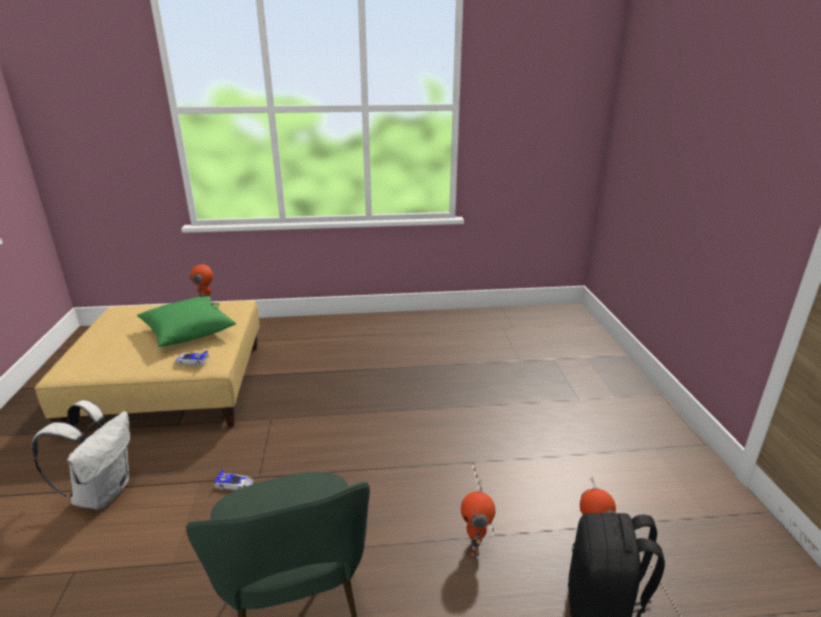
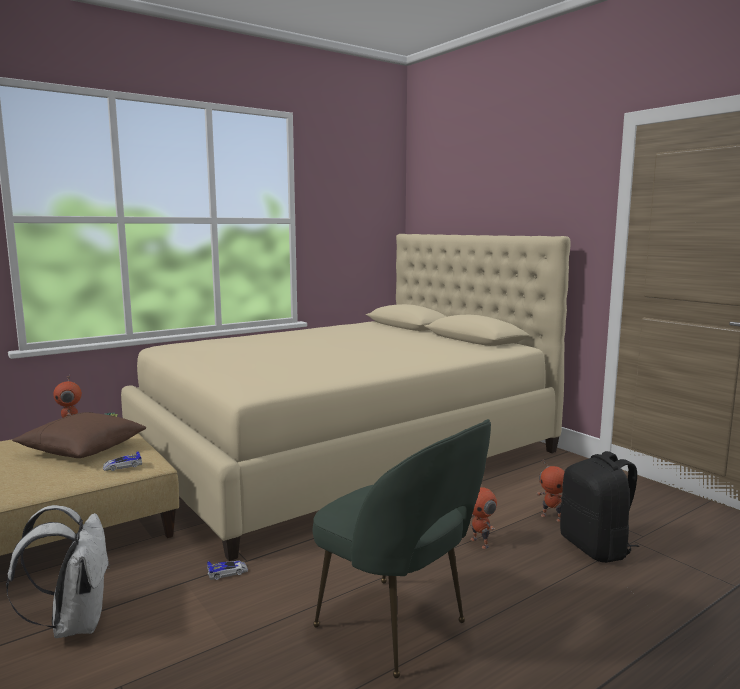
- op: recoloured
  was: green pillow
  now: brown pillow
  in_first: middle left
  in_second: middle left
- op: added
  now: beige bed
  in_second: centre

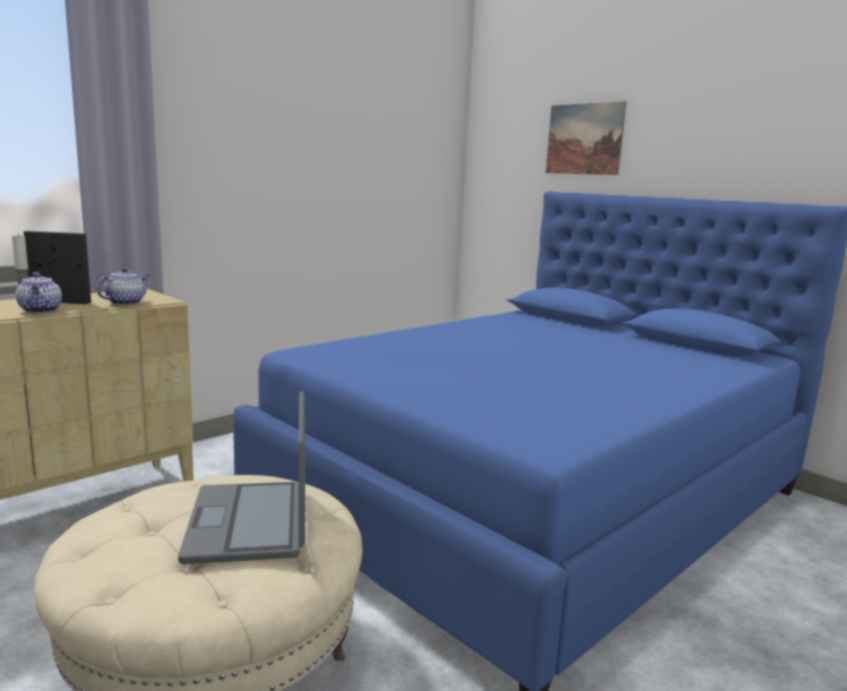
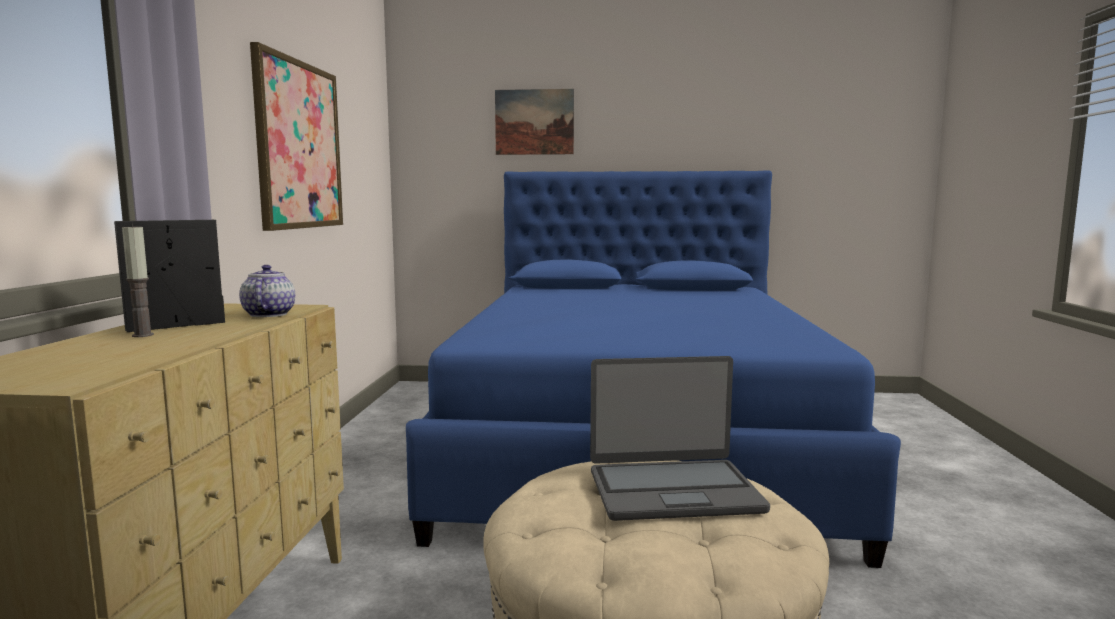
- op: added
  now: picture (1st from left)
  in_second: top left
- op: turned
  was: laptop
  in_first: bottom left
  in_second: bottom centre
  clockwise: -45
- op: removed
  was: teapot (1st from left)
  in_first: middle left

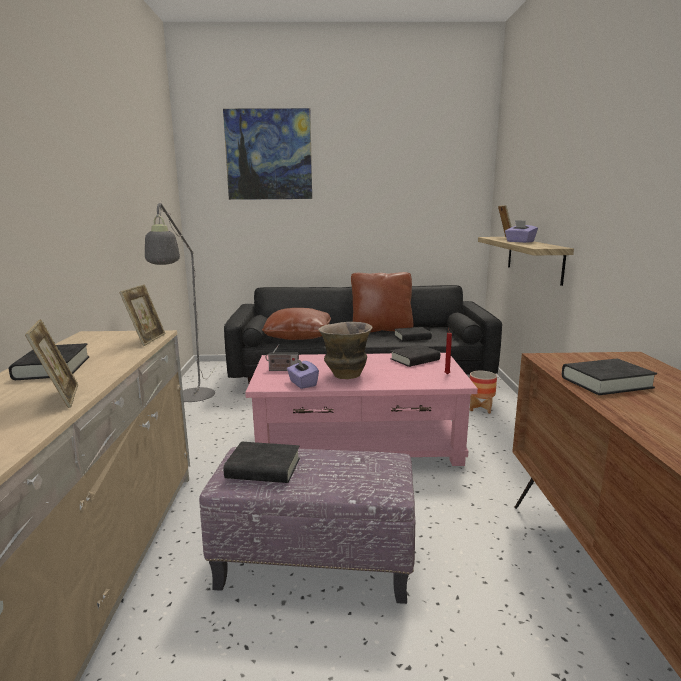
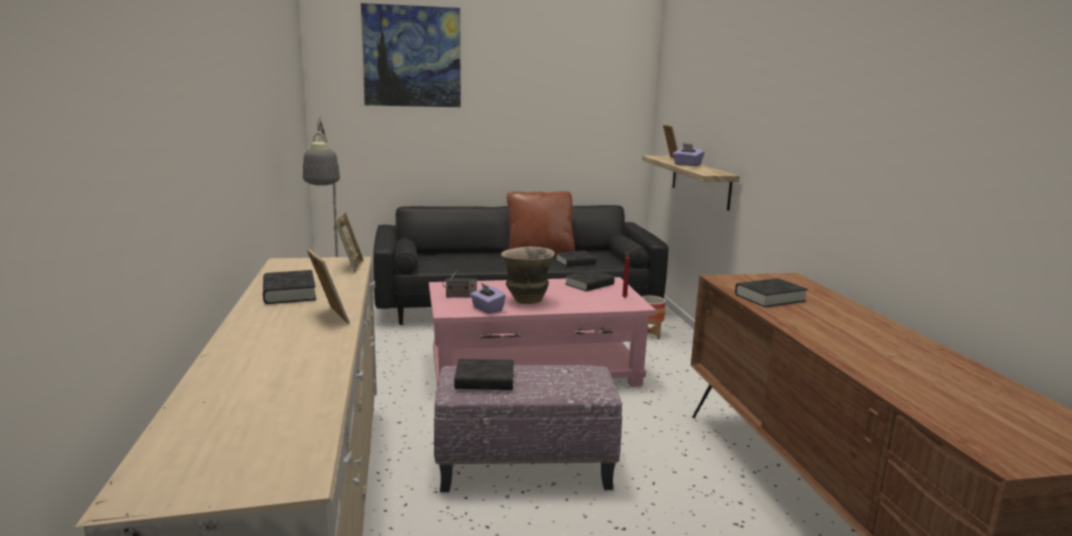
- op: removed
  was: brown pillow (1st from left)
  in_first: centre

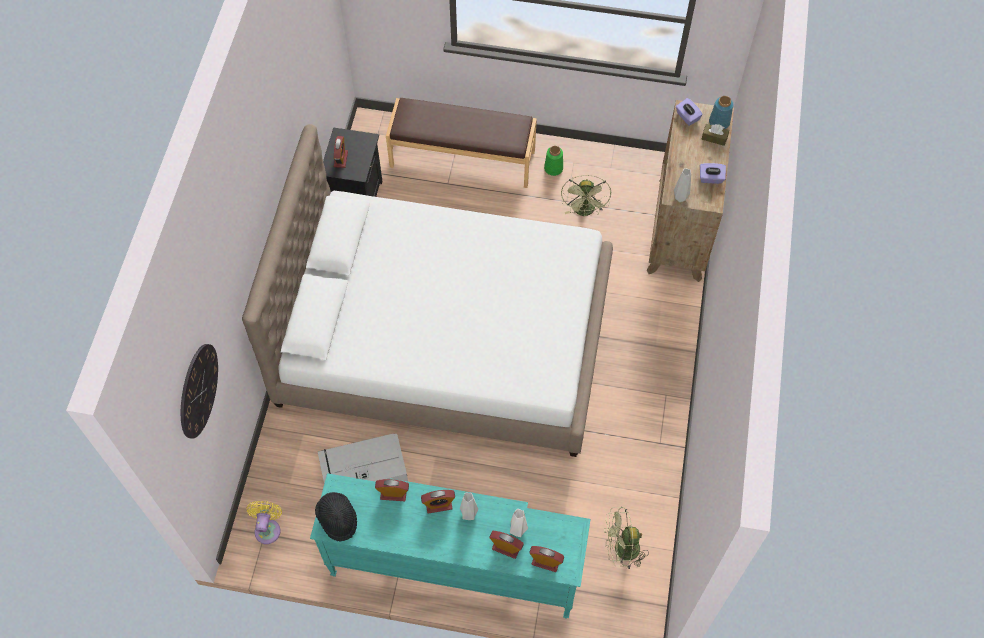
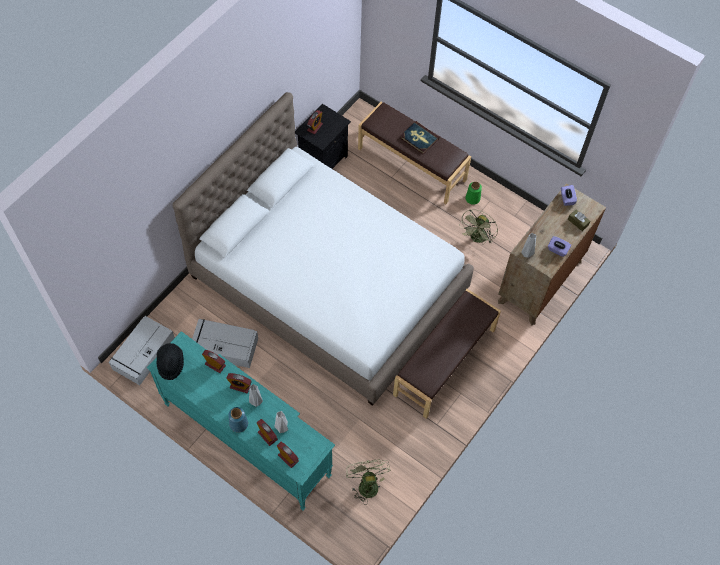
- op: replaced
  was: yellow fan
  now: grey storage box (1st from left)
  in_first: bottom left
  in_second: middle left
- op: moved
  was: blue vase
  in_first: top right
  in_second: bottom left
- op: turned
  was: green fan (2nd from left in the first image)
  in_first: bottom centre
  in_second: bottom centre
  clockwise: 60
- op: added
  now: brown bench (2nd from left)
  in_second: centre
- op: added
  now: book
  in_second: top centre
- op: removed
  was: wall clock
  in_first: middle left

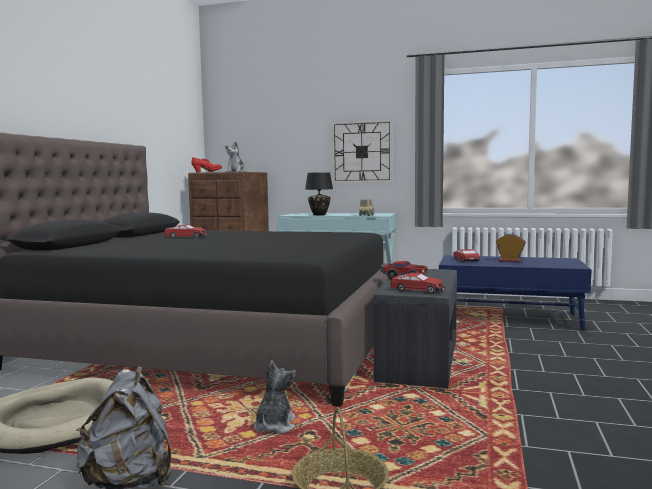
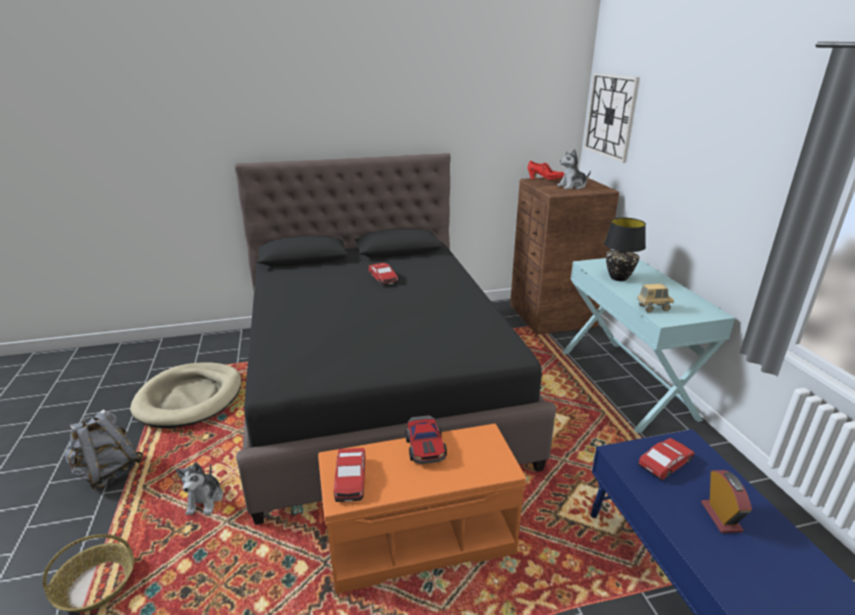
- op: turned
  was: plush toy (2nd from left in the first image)
  in_first: bottom centre
  in_second: bottom left
  clockwise: 105
- op: recoloured
  was: grey bench
  now: orange bench
  in_first: bottom centre
  in_second: bottom centre
- op: moved
  was: wall clock
  in_first: top centre
  in_second: top right

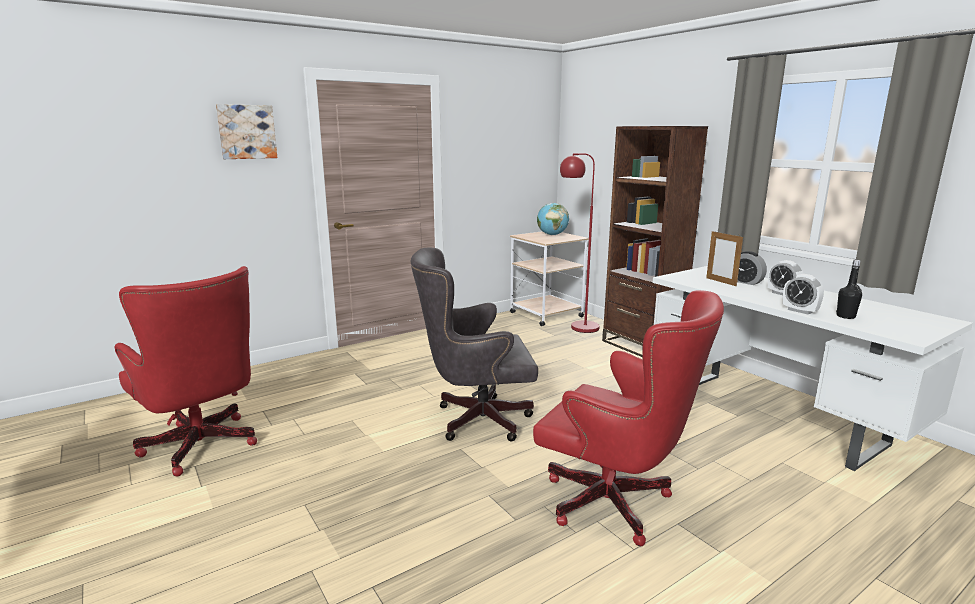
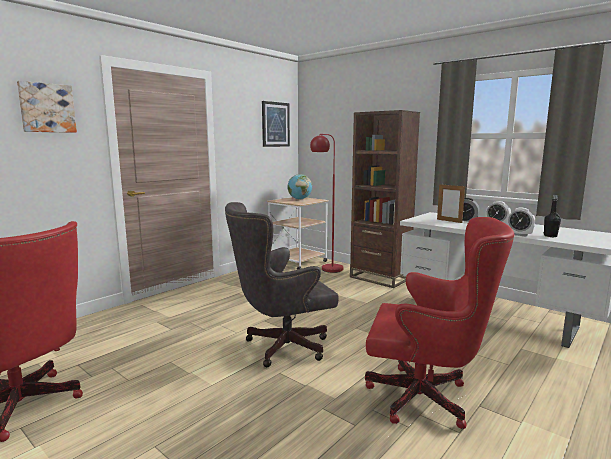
- op: added
  now: picture (2nd from left)
  in_second: top centre

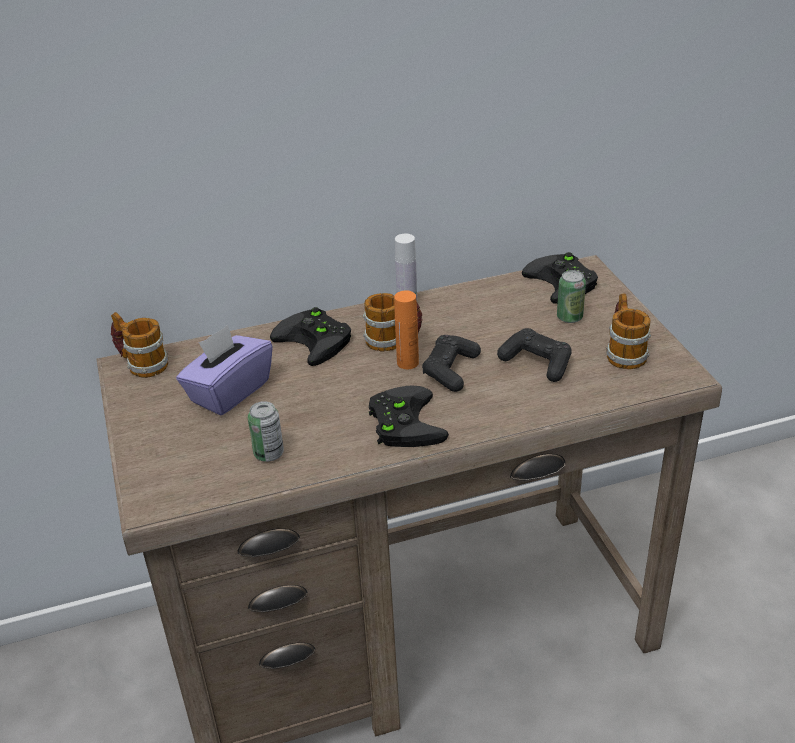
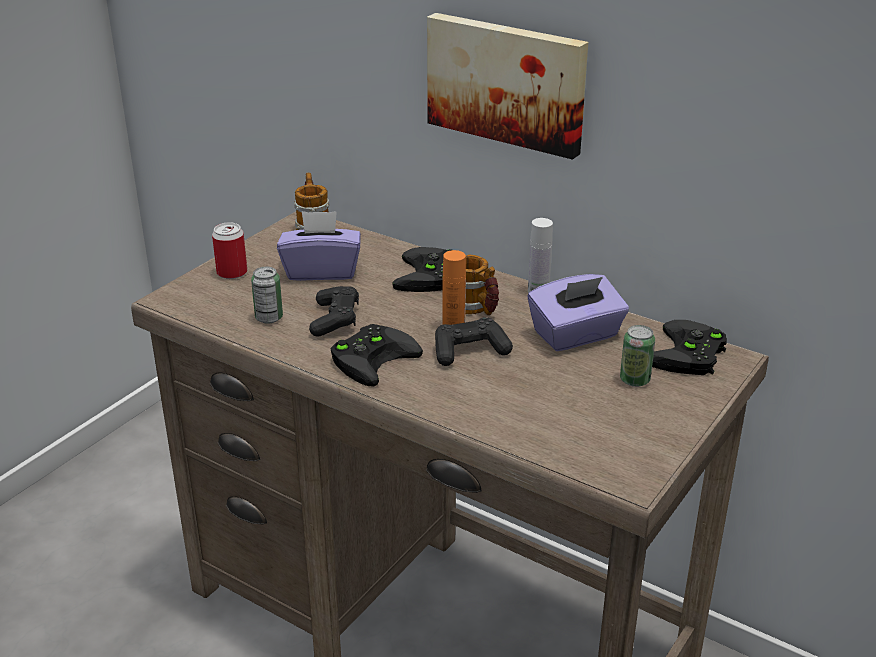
- op: added
  now: can (1st from left)
  in_second: middle left
- op: moved
  was: black game controller (4th from left in the first image)
  now: black game controller (1st from left)
  in_first: middle right
  in_second: centre
- op: added
  now: picture
  in_second: top centre
- op: added
  now: purple tissue box (2nd from left)
  in_second: centre
- op: removed
  was: mug (3rd from left)
  in_first: middle right

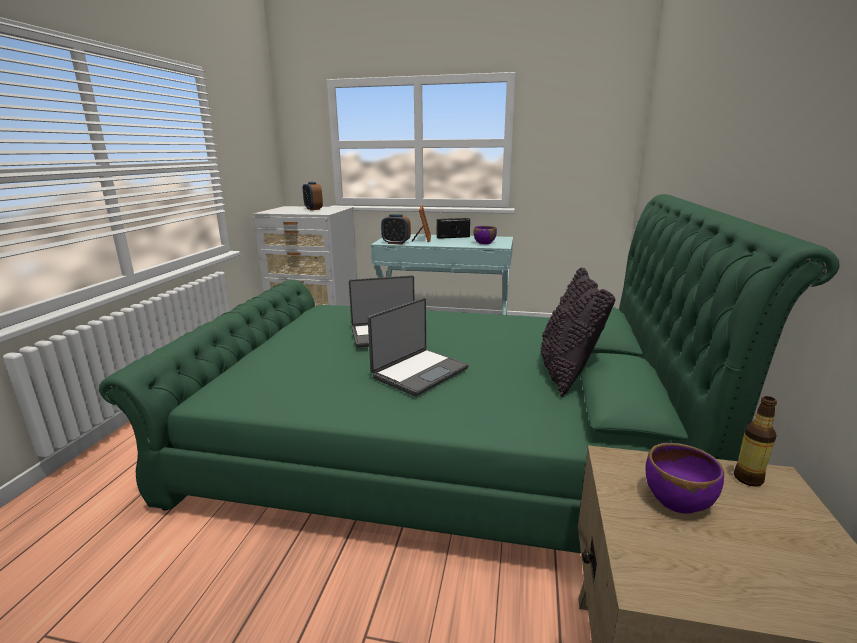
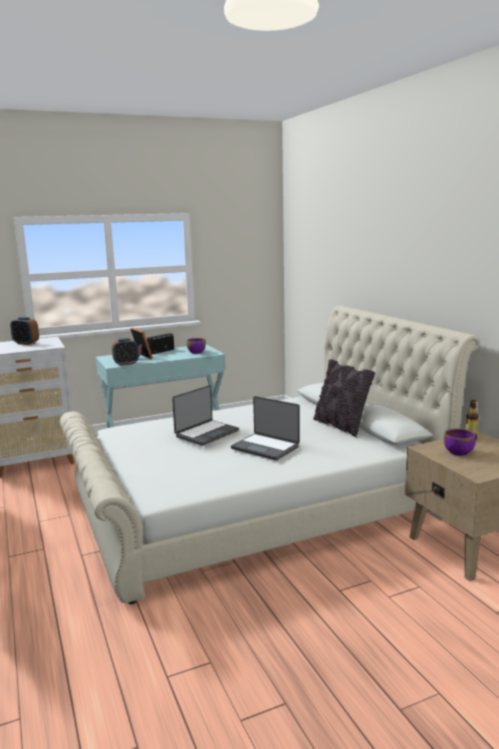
- op: recoloured
  was: green bed
  now: beige bed
  in_first: centre
  in_second: centre
- op: turned
  was: laptop (2nd from left)
  in_first: centre
  in_second: centre
  clockwise: 120

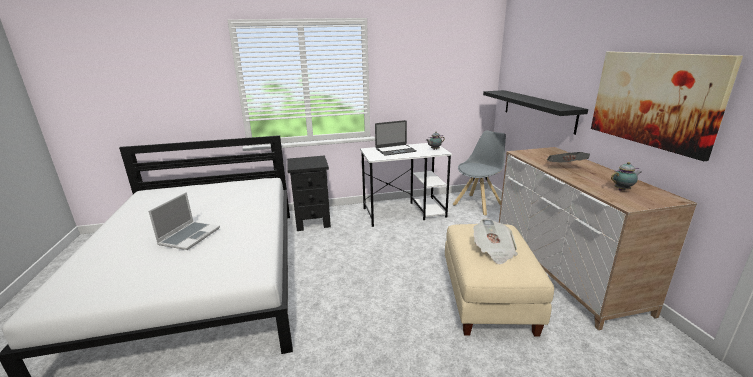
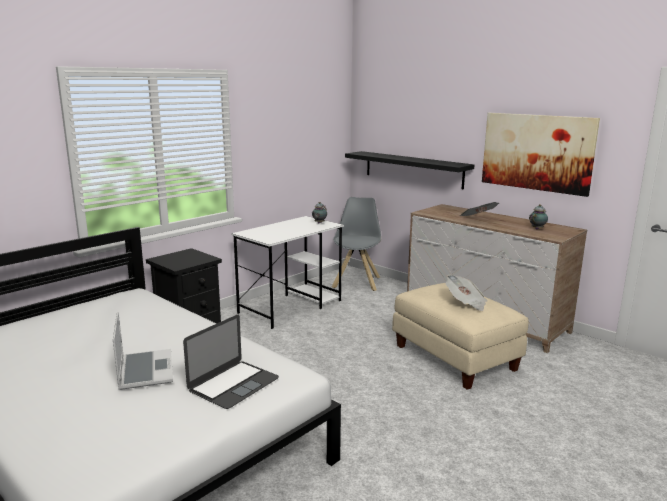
- op: moved
  was: laptop (2nd from left)
  in_first: centre
  in_second: bottom centre

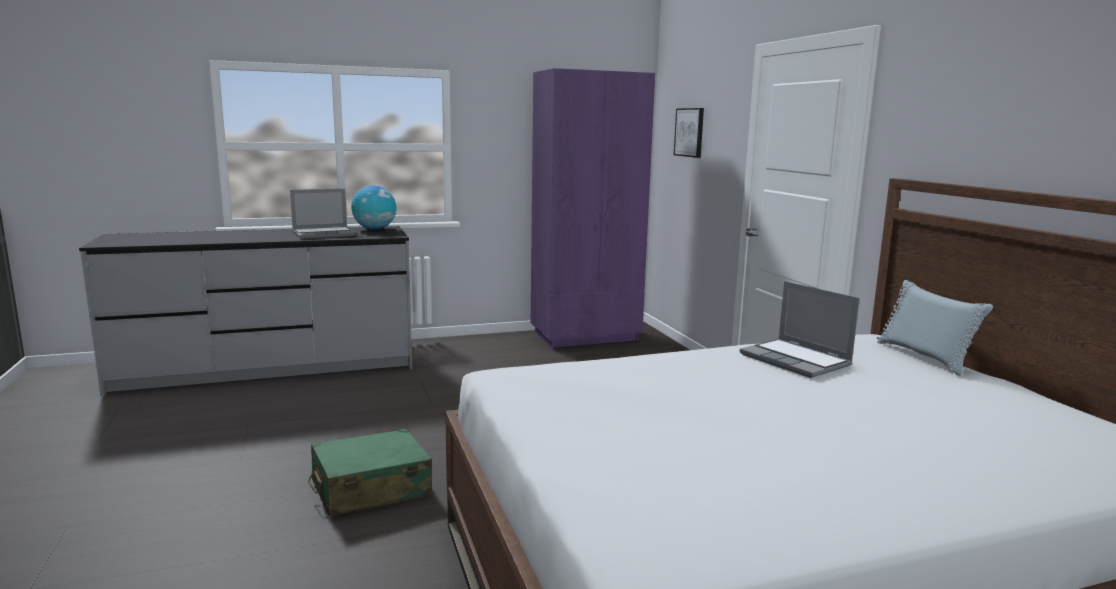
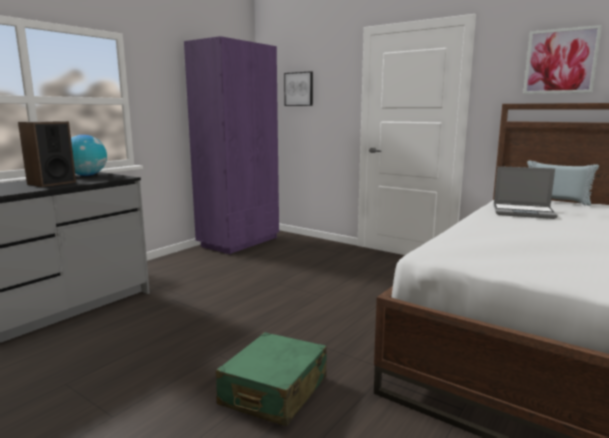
- op: replaced
  was: laptop (1st from left)
  now: speaker
  in_first: middle left
  in_second: middle left
- op: added
  now: picture (2nd from left)
  in_second: top right

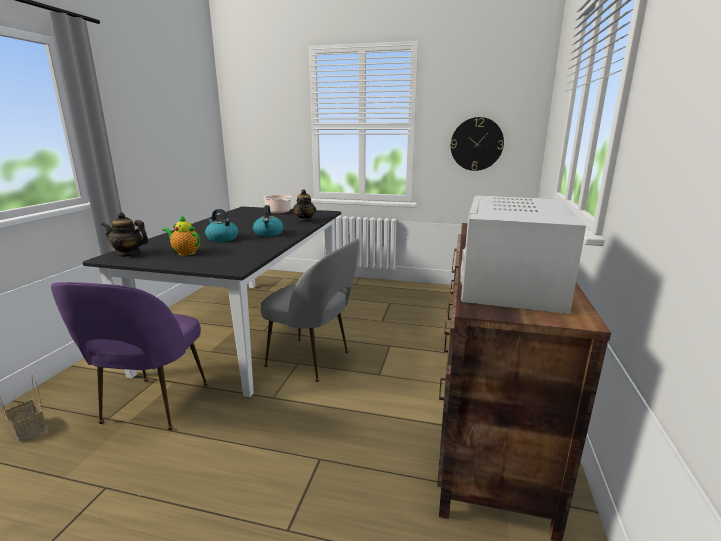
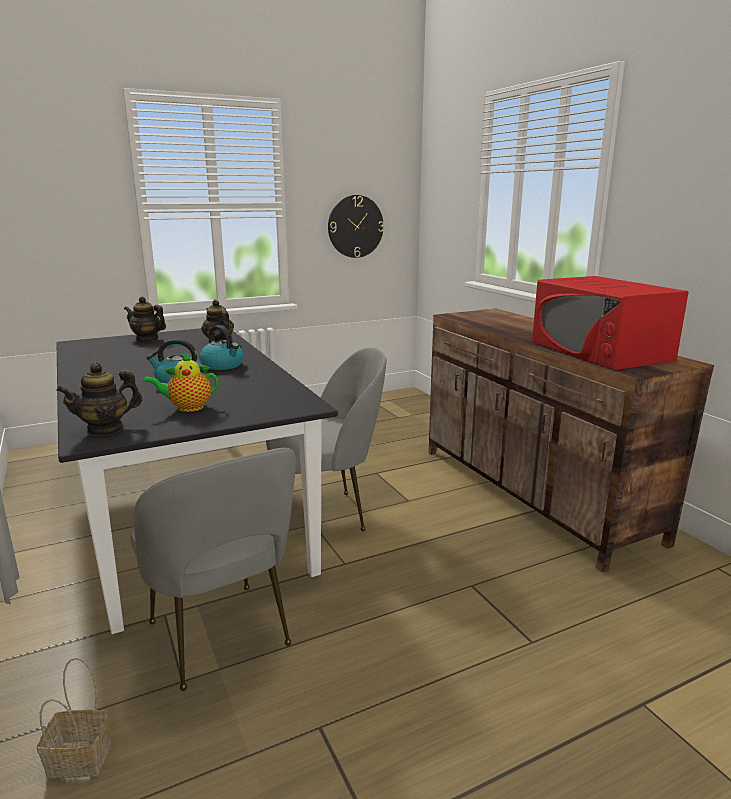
- op: replaced
  was: cooking pot
  now: teapot (2nd from left)
  in_first: centre
  in_second: middle left
- op: recoloured
  was: purple chair
  now: grey chair (1st from left)
  in_first: middle left
  in_second: bottom left
- op: recoloured
  was: white microwave
  now: red microwave
  in_first: middle right
  in_second: middle right

